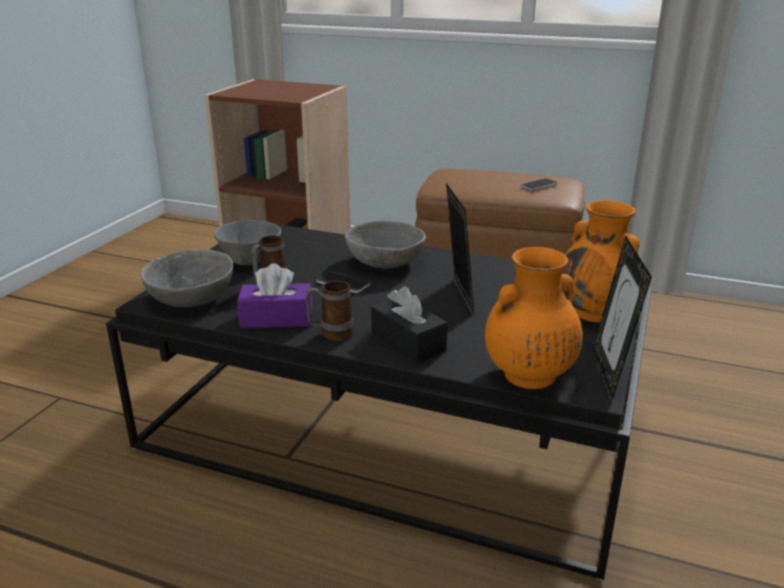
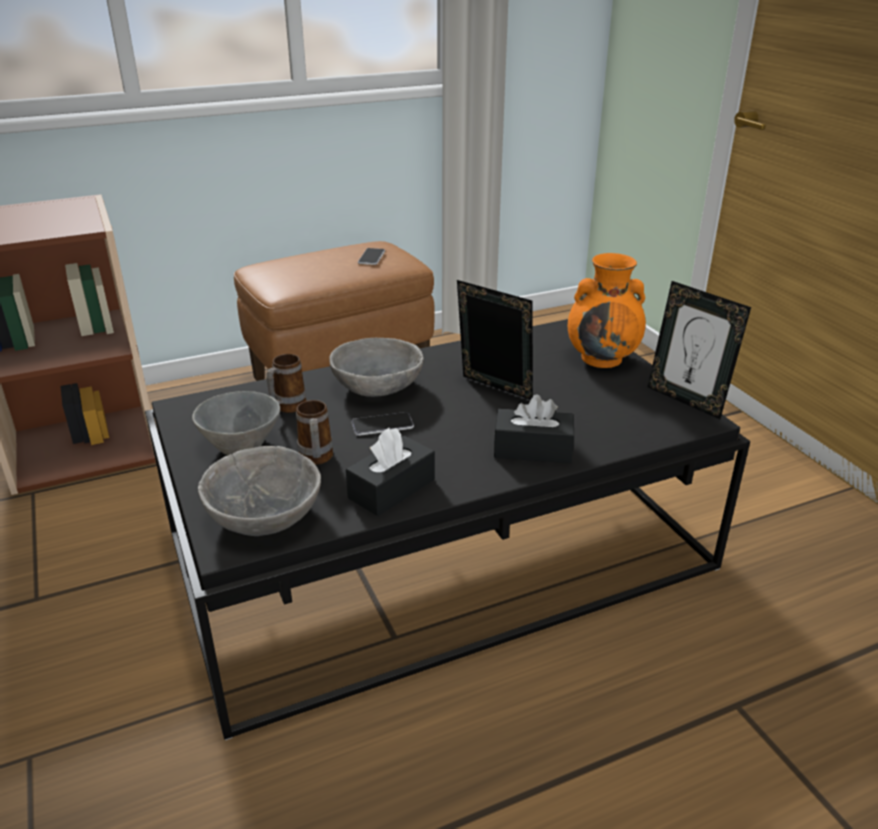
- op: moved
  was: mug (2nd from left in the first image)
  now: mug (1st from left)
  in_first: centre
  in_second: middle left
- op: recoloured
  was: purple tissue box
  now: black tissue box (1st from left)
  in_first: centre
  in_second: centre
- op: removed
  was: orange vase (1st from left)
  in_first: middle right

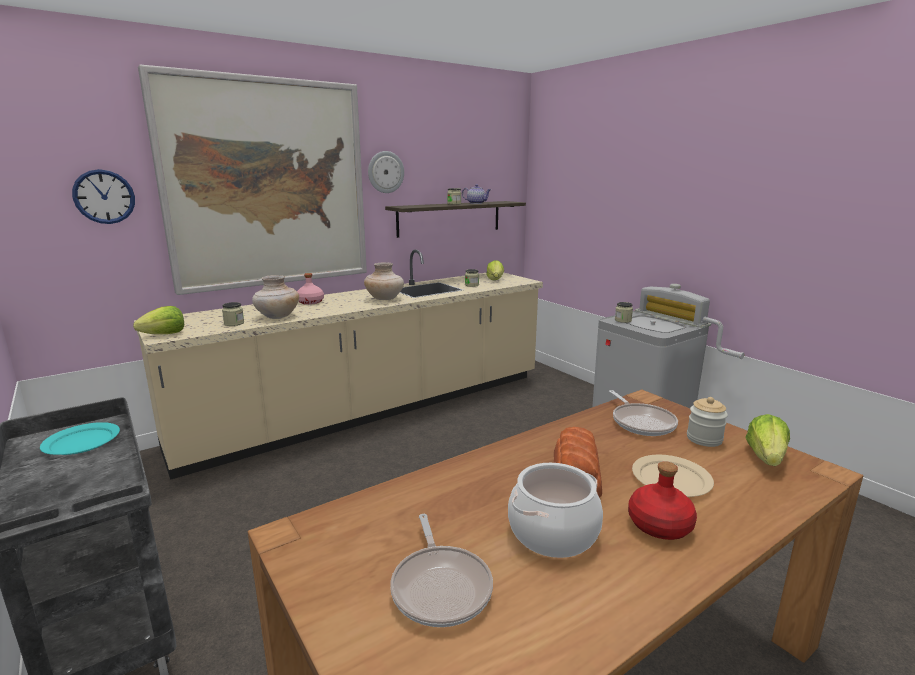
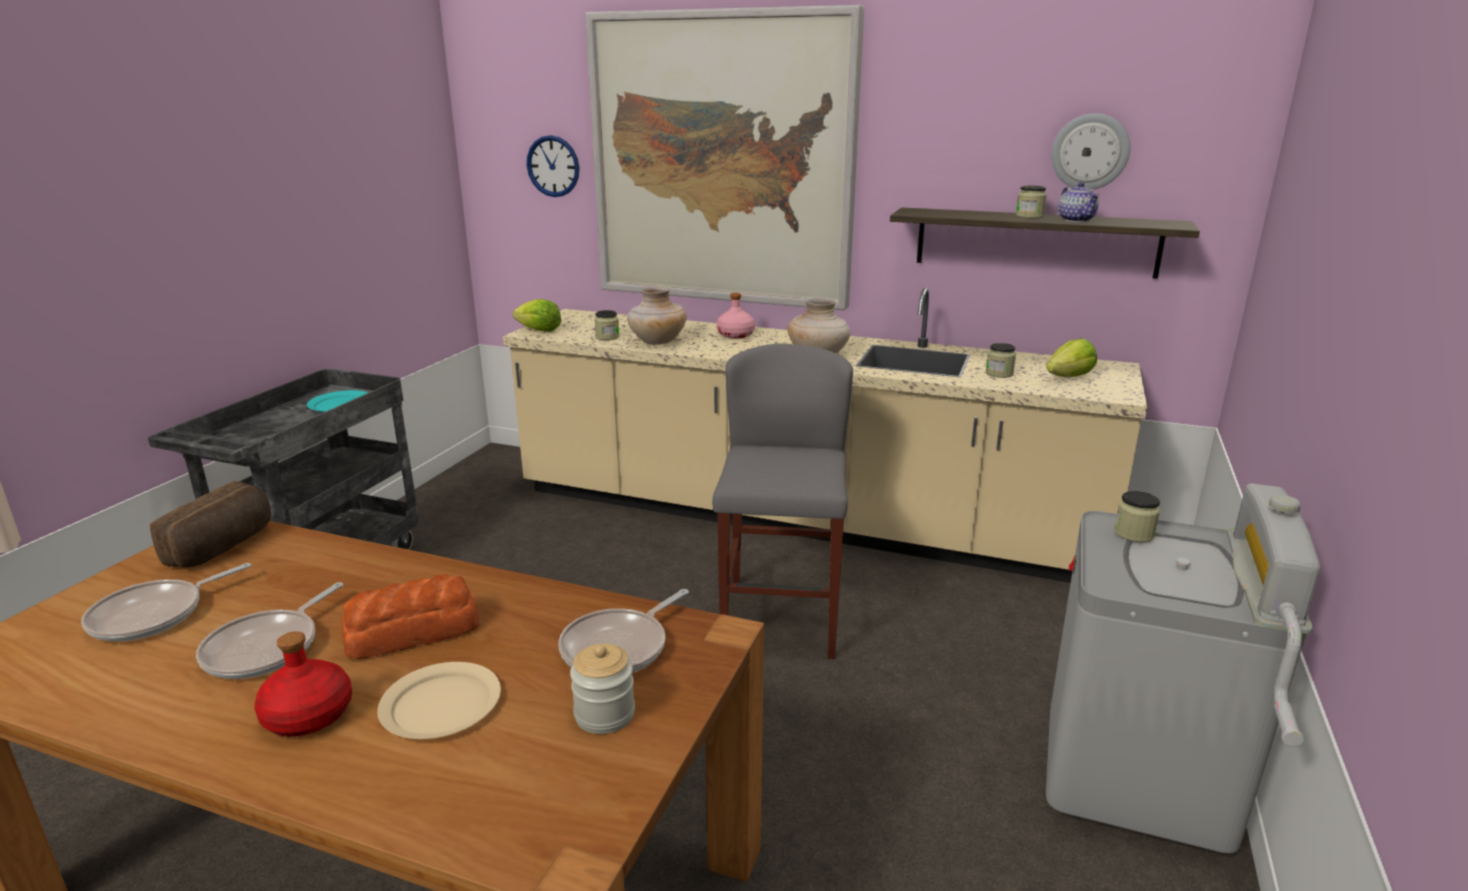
- op: added
  now: bread (1st from left)
  in_second: middle left
- op: replaced
  was: cooking pot
  now: frying pan (2nd from left)
  in_first: bottom centre
  in_second: bottom left
- op: added
  now: grey stool
  in_second: centre
- op: moved
  was: wall clock (2nd from left)
  in_first: top centre
  in_second: top right
- op: removed
  was: lettuce (3rd from left)
  in_first: middle right

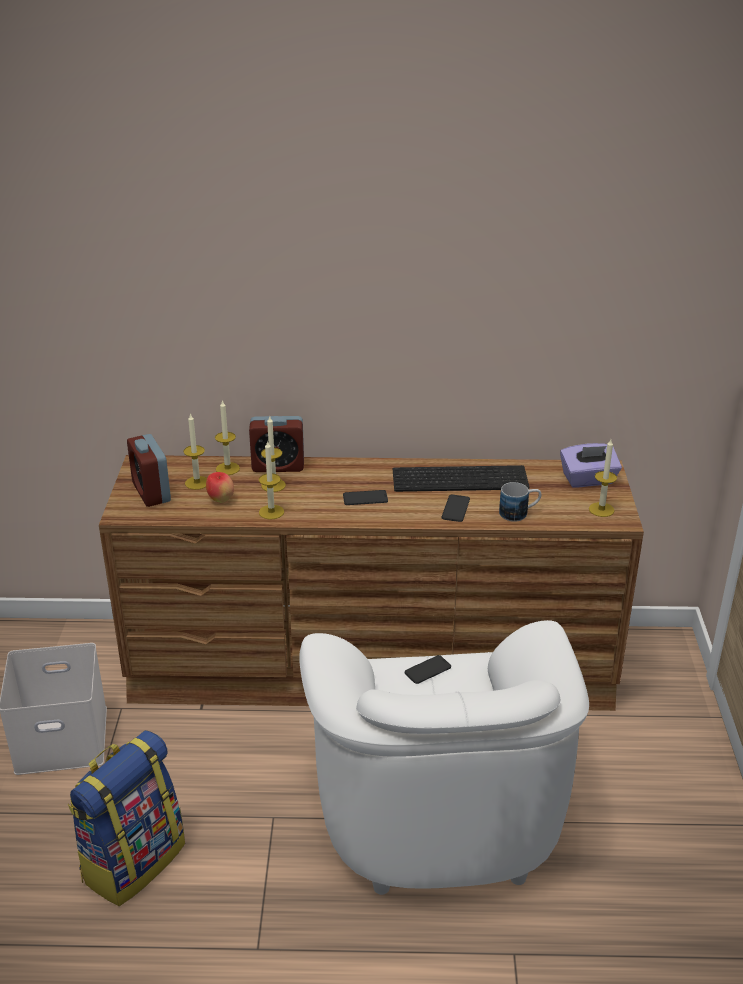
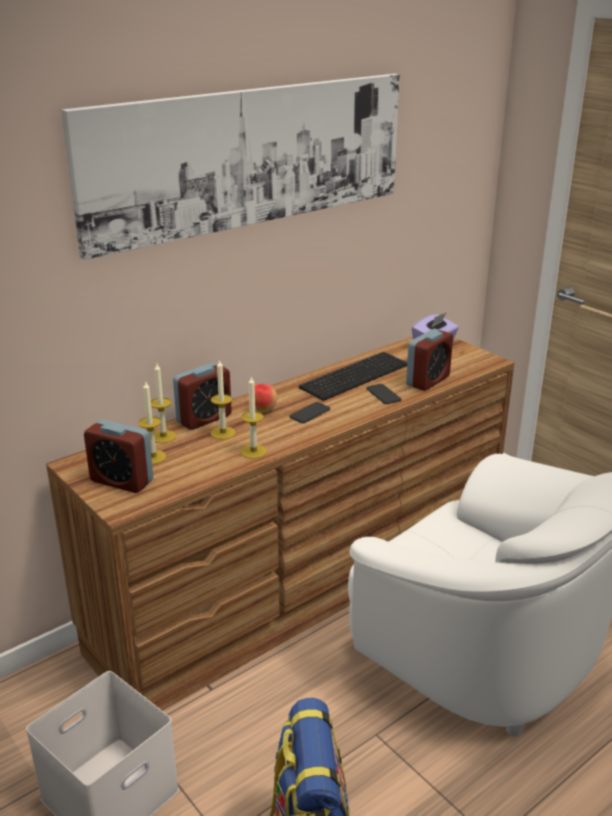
- op: added
  now: picture
  in_second: top centre
- op: moved
  was: apple
  in_first: middle left
  in_second: centre
- op: replaced
  was: mug
  now: alarm clock (3rd from left)
  in_first: middle right
  in_second: middle right
- op: removed
  was: phone (2nd from left)
  in_first: bottom centre
- op: removed
  was: candle (5th from left)
  in_first: middle right

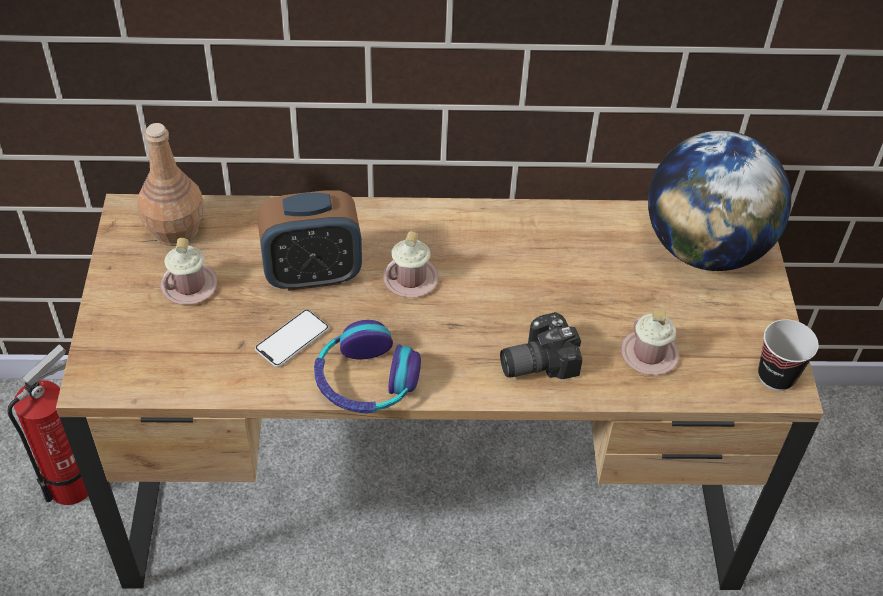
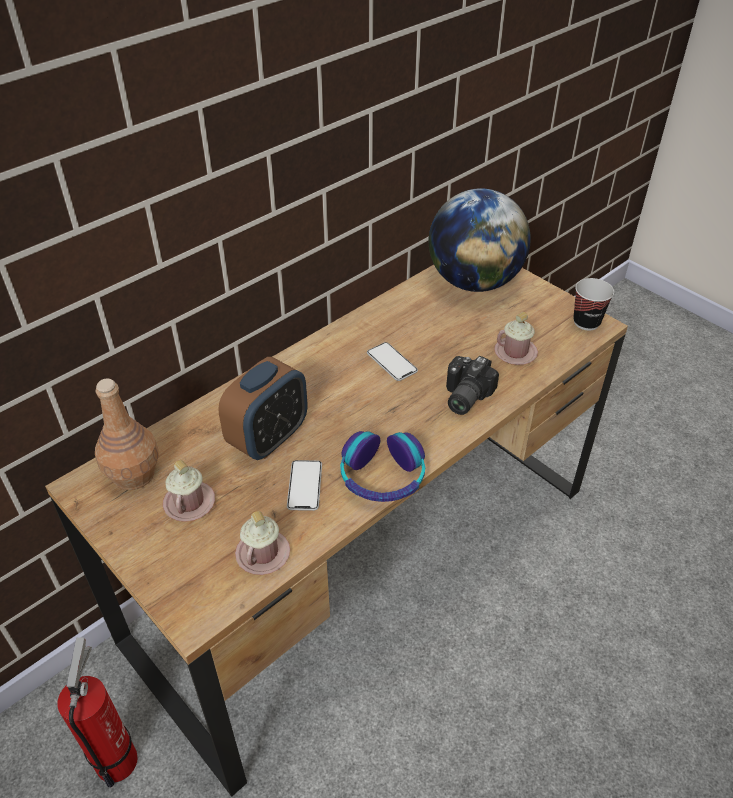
- op: moved
  was: pink mug (2nd from left)
  in_first: centre
  in_second: bottom centre
- op: added
  now: phone (2nd from left)
  in_second: centre

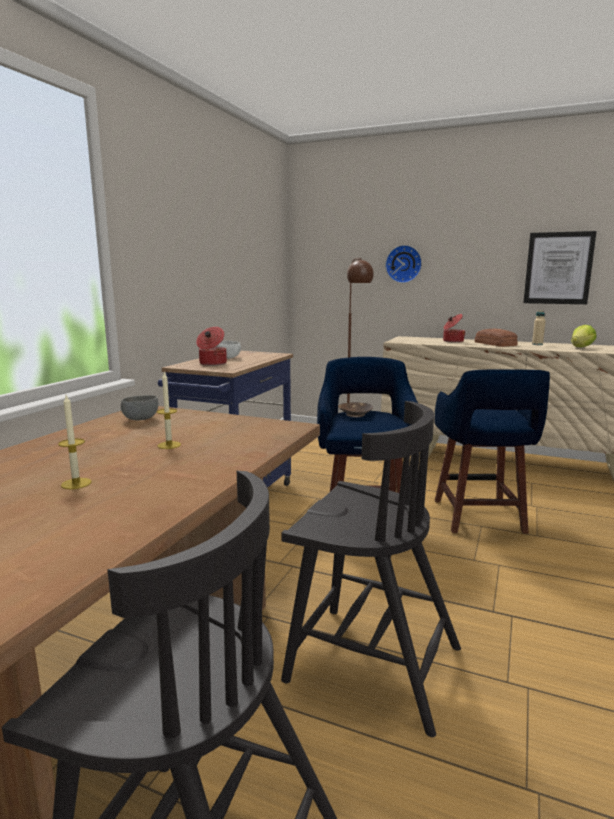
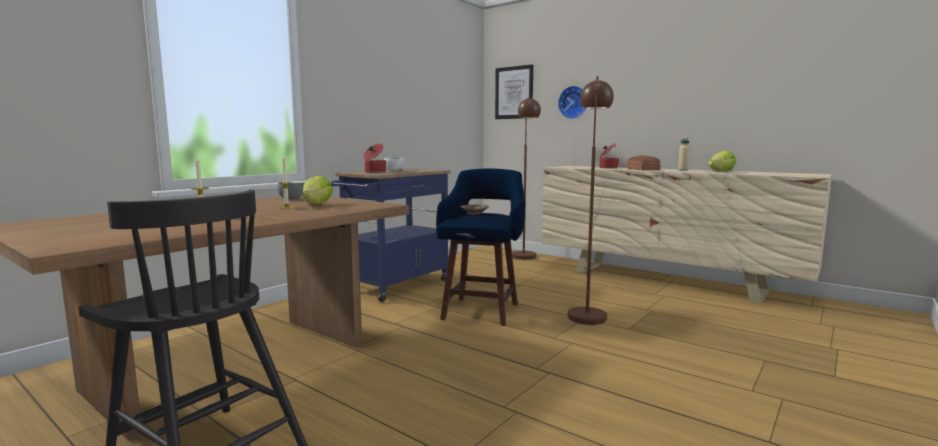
- op: added
  now: lettuce (1st from left)
  in_second: centre
- op: moved
  was: picture
  in_first: top right
  in_second: top centre
- op: replaced
  was: blue stool (2nd from left)
  now: brown floor lamp (2nd from left)
  in_first: middle right
  in_second: centre
- op: removed
  was: black chair (2nd from left)
  in_first: bottom centre

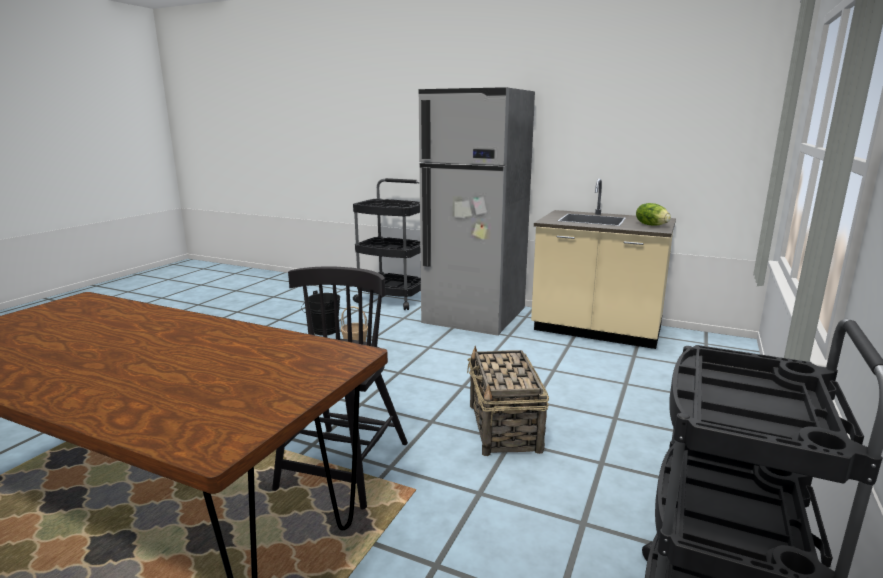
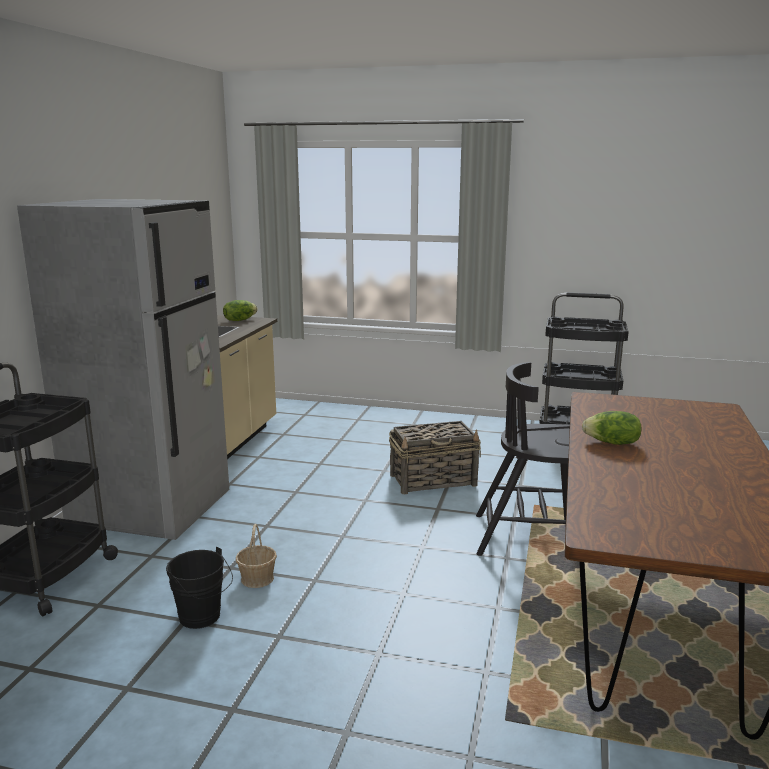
- op: added
  now: lettuce (2nd from left)
  in_second: middle right

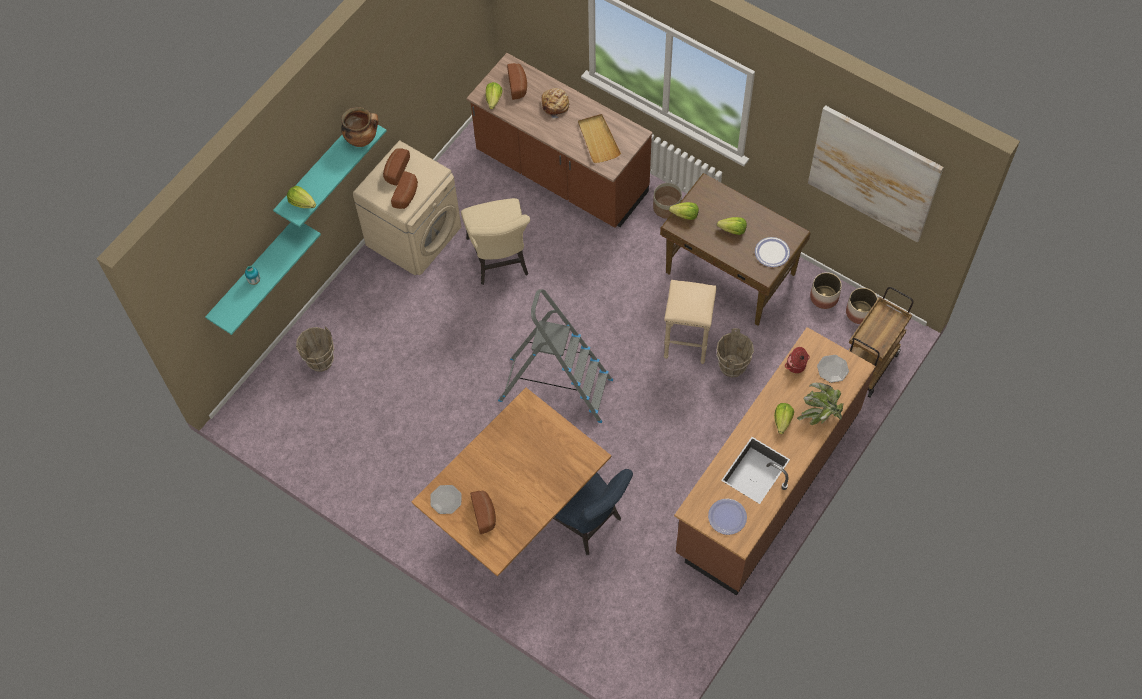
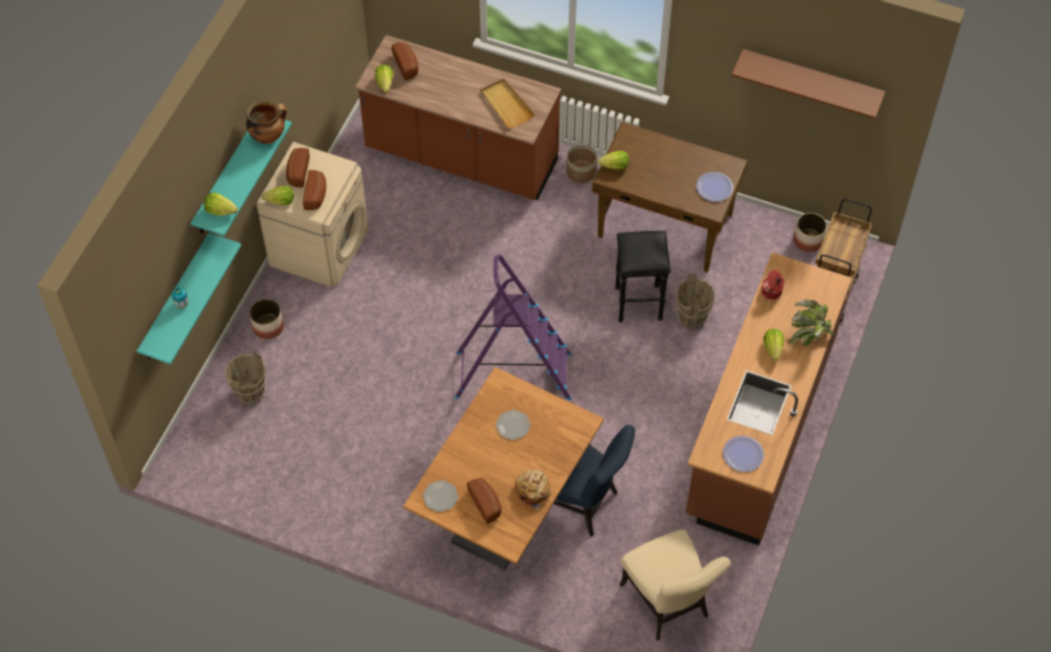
- op: moved
  was: planter (2nd from left in the first image)
  now: planter (1st from left)
  in_first: middle right
  in_second: middle left
- op: moved
  was: lettuce (4th from left in the first image)
  now: lettuce (2nd from left)
  in_first: top centre
  in_second: top left
- op: recoloured
  was: grey step ladder
  now: purple step ladder
  in_first: centre
  in_second: centre
- op: moved
  was: plate (4th from left in the first image)
  now: plate (2nd from left)
  in_first: middle right
  in_second: centre
- op: moved
  was: bread (5th from left)
  in_first: top centre
  in_second: bottom centre
- op: recoloured
  was: beige stool
  now: black stool
  in_first: centre
  in_second: centre
- op: moved
  was: beige chair
  in_first: centre
  in_second: bottom centre
- op: replaced
  was: picture
  now: brown shelf
  in_first: top right
  in_second: top right

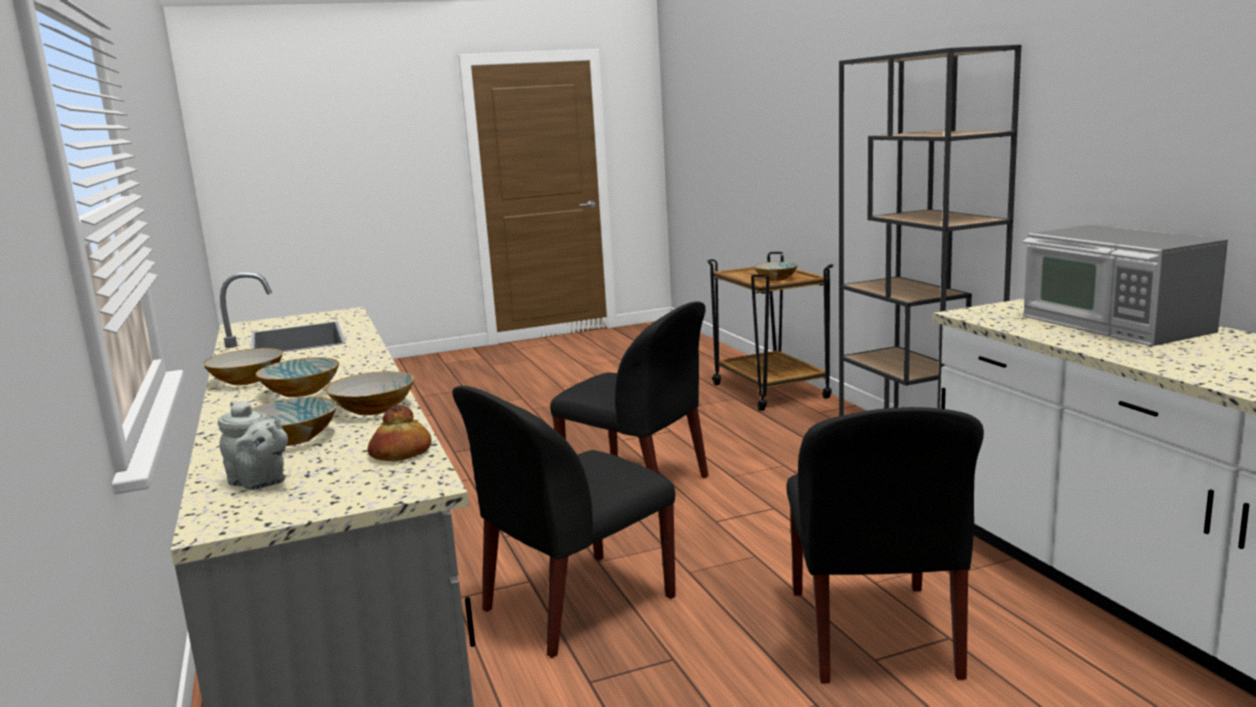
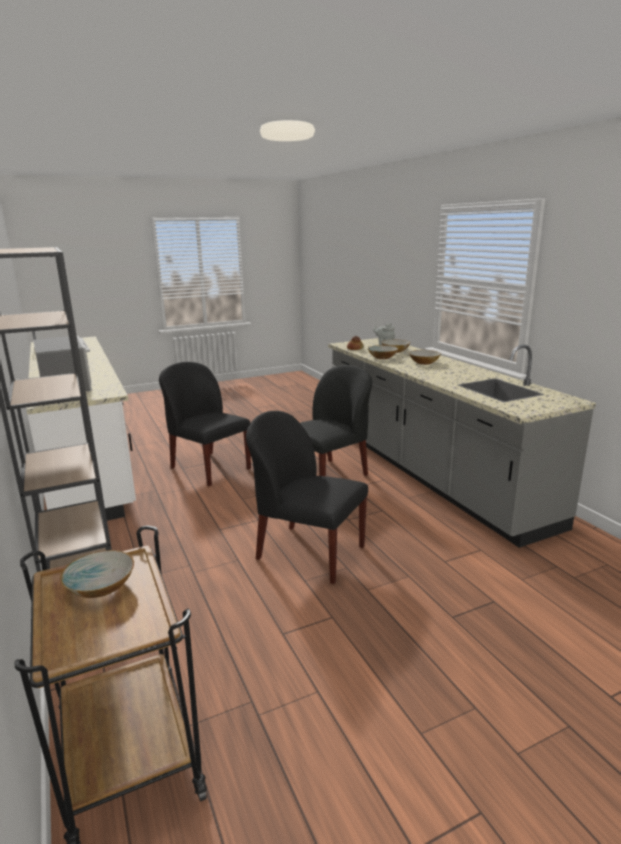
- op: turned
  was: black chair (3rd from left in the first image)
  in_first: bottom right
  in_second: middle left
  clockwise: -45
- op: removed
  was: bowl (1st from left)
  in_first: middle left

